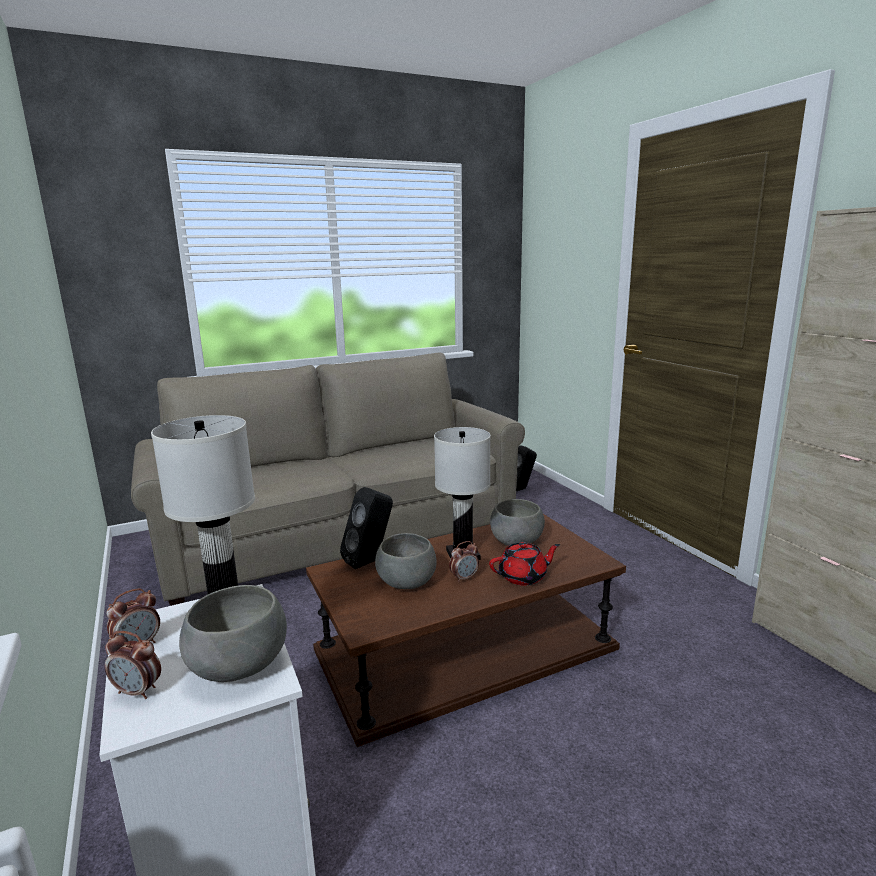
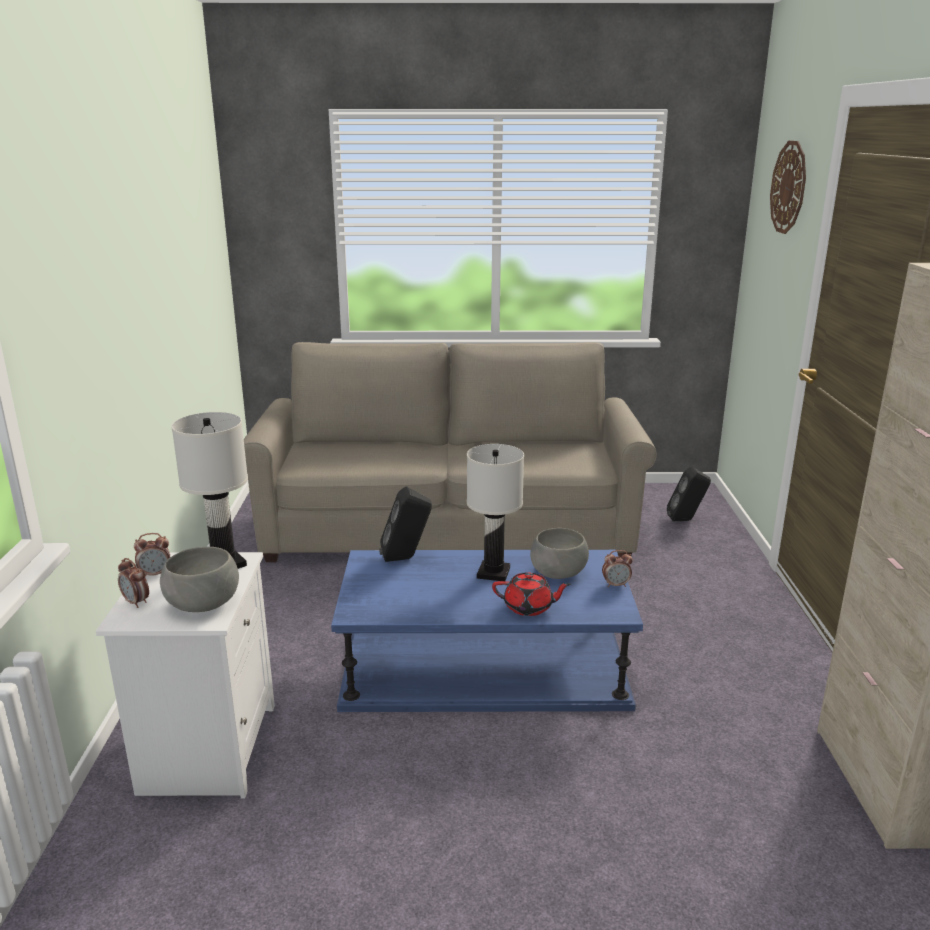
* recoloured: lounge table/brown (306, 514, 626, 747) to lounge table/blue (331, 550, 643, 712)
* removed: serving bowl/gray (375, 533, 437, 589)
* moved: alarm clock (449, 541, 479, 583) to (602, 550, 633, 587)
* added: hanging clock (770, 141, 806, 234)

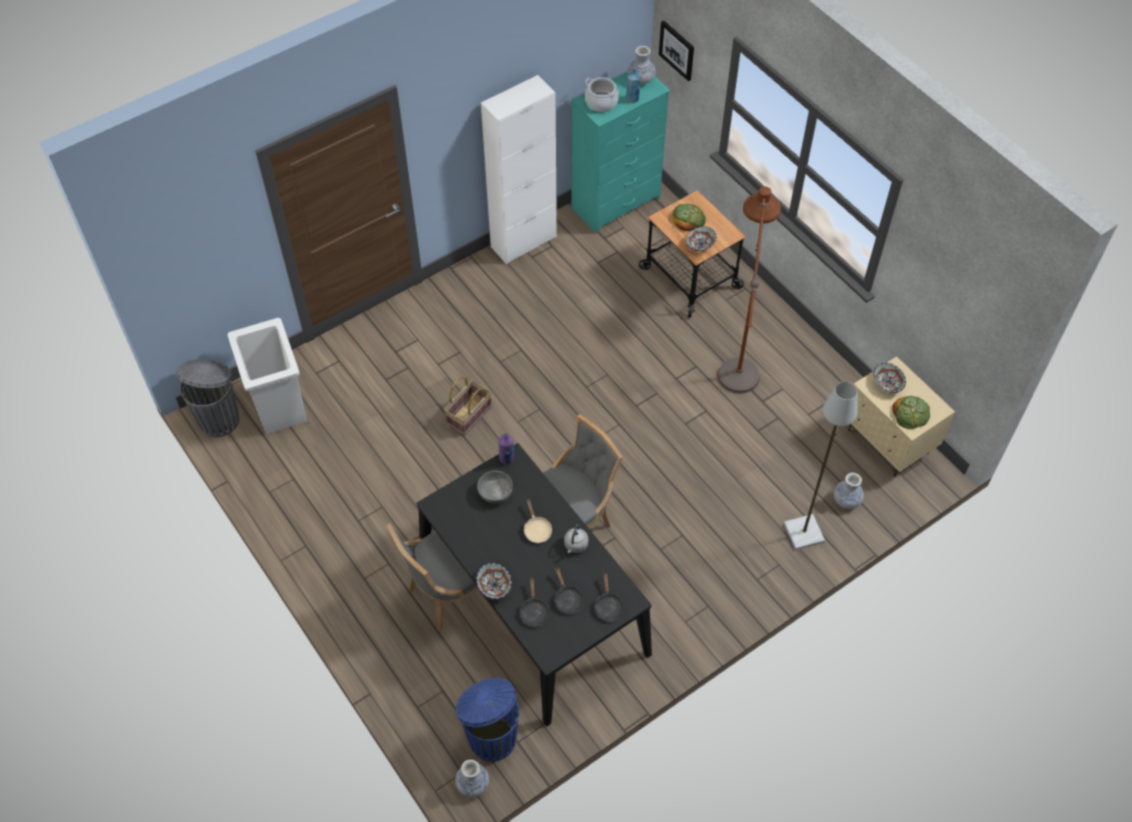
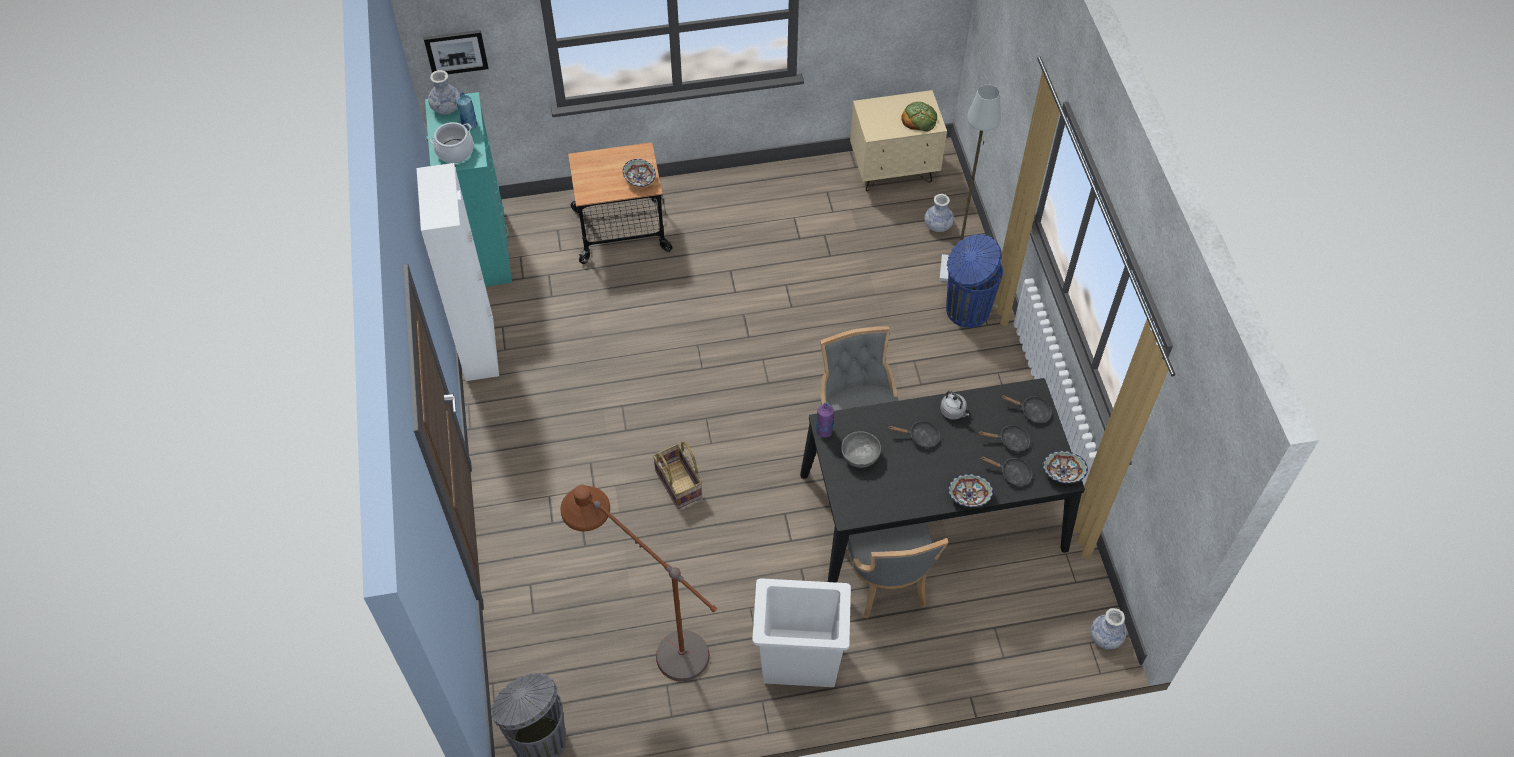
* moved: floor lamp/brown (718, 186, 781, 394) to (561, 485, 717, 681)
* removed: baked bread (673, 204, 706, 231)
* moved: trash can/white (228, 318, 307, 434) to (752, 578, 851, 687)
* moved: serving bowl (874, 363, 906, 393) to (1042, 451, 1088, 483)
* recoloured: skillet/sand-coloured (524, 499, 552, 543) to skillet/black (888, 421, 940, 448)
* moved: trash can/blue (456, 678, 519, 762) to (946, 234, 1003, 328)

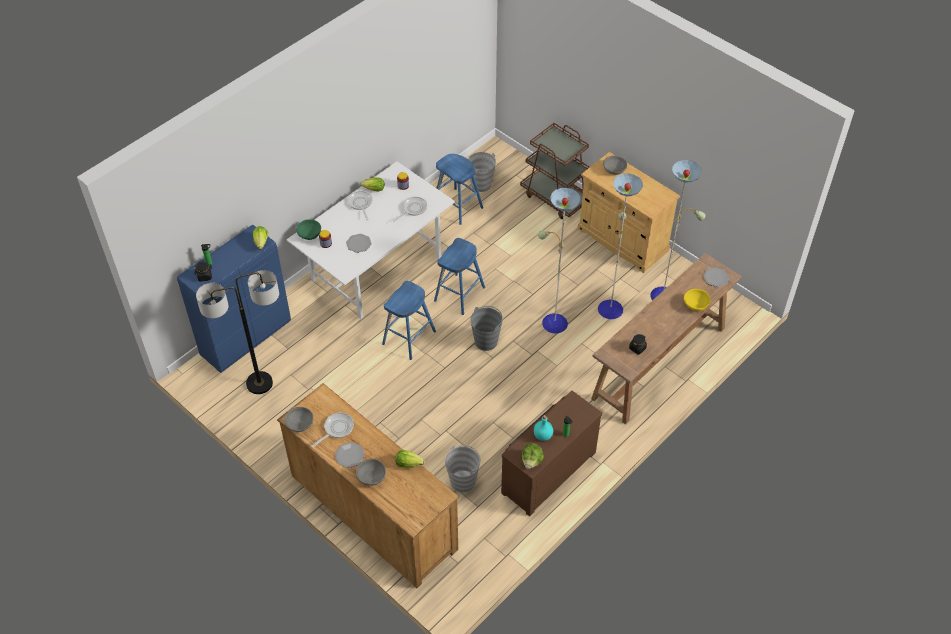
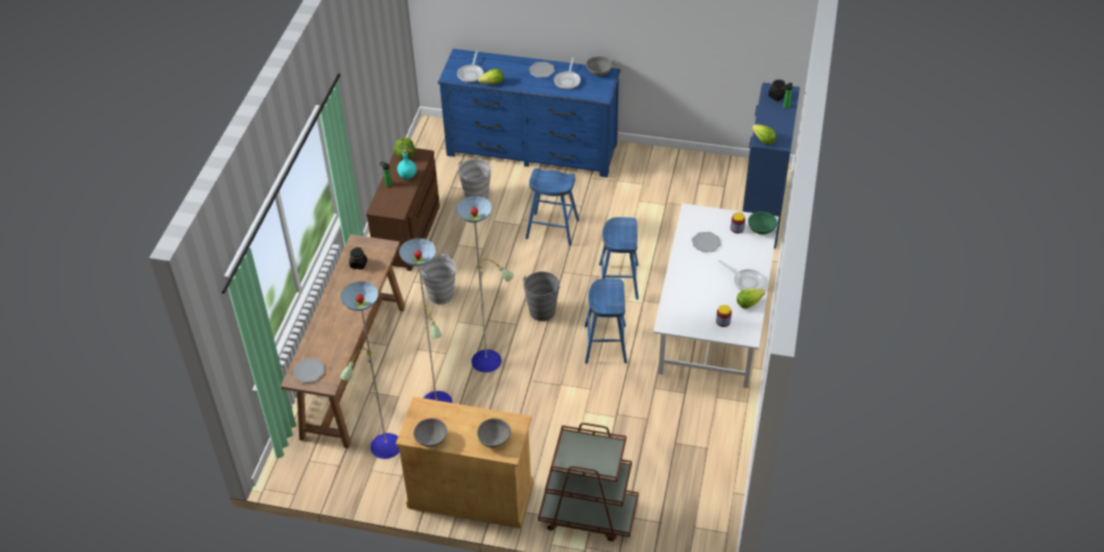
* moved: water bucket/gray (468, 152, 496, 192) to (420, 253, 456, 305)
* moved: stool/blue (436, 154, 483, 225) to (525, 168, 579, 246)
* moved: skillet (393, 197, 427, 222) to (457, 51, 484, 82)
* removed: floor lamp (196, 270, 279, 394)
* removed: serving bowl/yellow-coloured (684, 289, 711, 311)
* recoloured: drawer chest/brown (277, 383, 459, 588) to drawer chest/blue (438, 49, 621, 178)
* moved: serving bowl/gray (356, 458, 386, 486) to (413, 418, 447, 447)

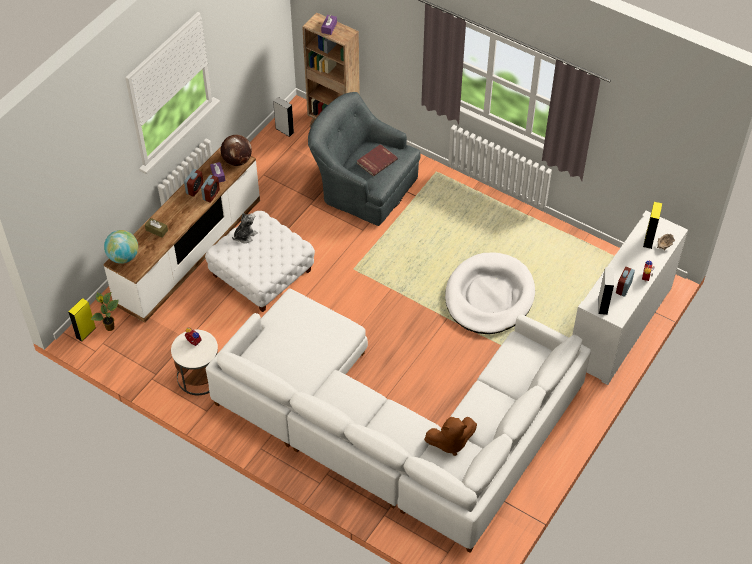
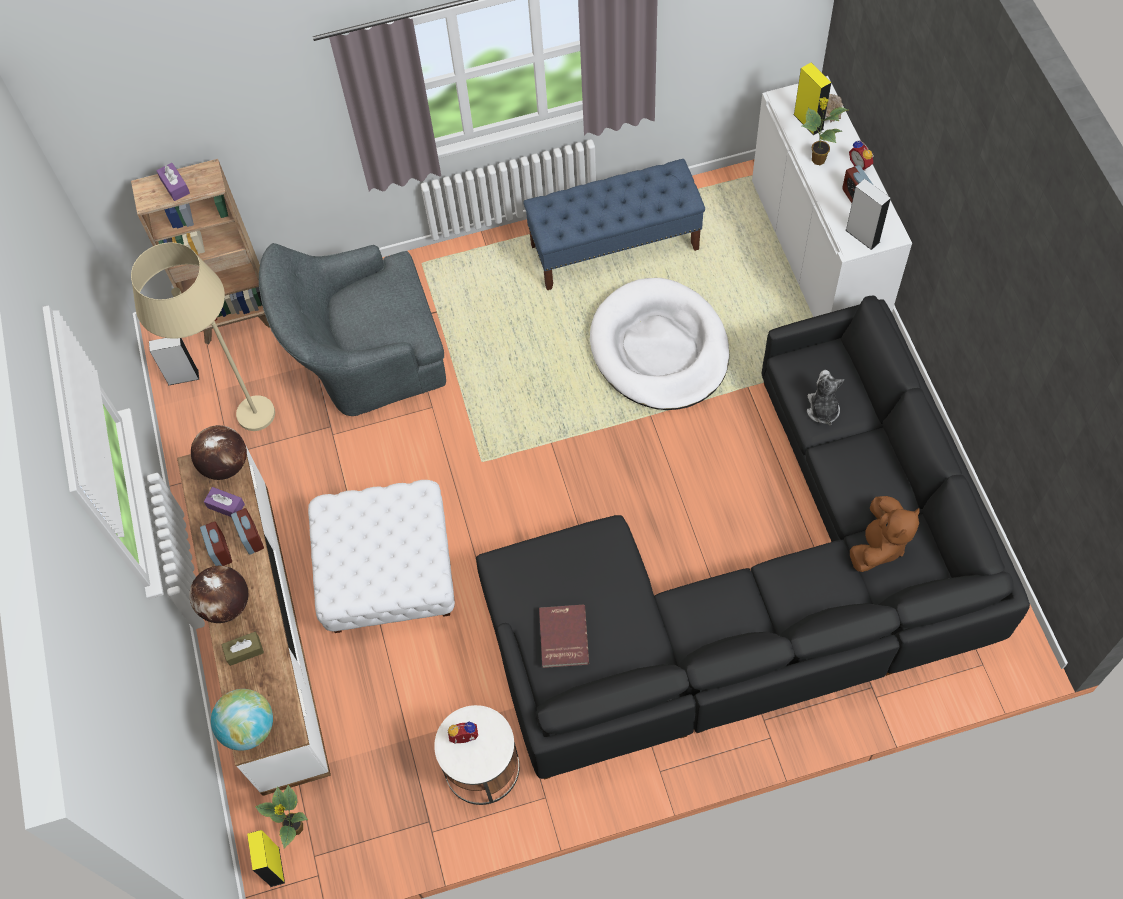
* moved: volume/red-coloured (357, 144, 398, 176) to (539, 605, 589, 668)
* moved: plush toy (232, 212, 258, 243) to (807, 370, 844, 426)
* recoloured: couch/white (205, 289, 591, 553) to couch/black (476, 296, 1030, 780)
* added: houseplant (802, 97, 848, 165)
* added: indoor bench/blue (523, 159, 705, 290)
* added: floor lamp/sand-coloured (131, 242, 275, 431)
* added: world globe (189, 566, 248, 623)

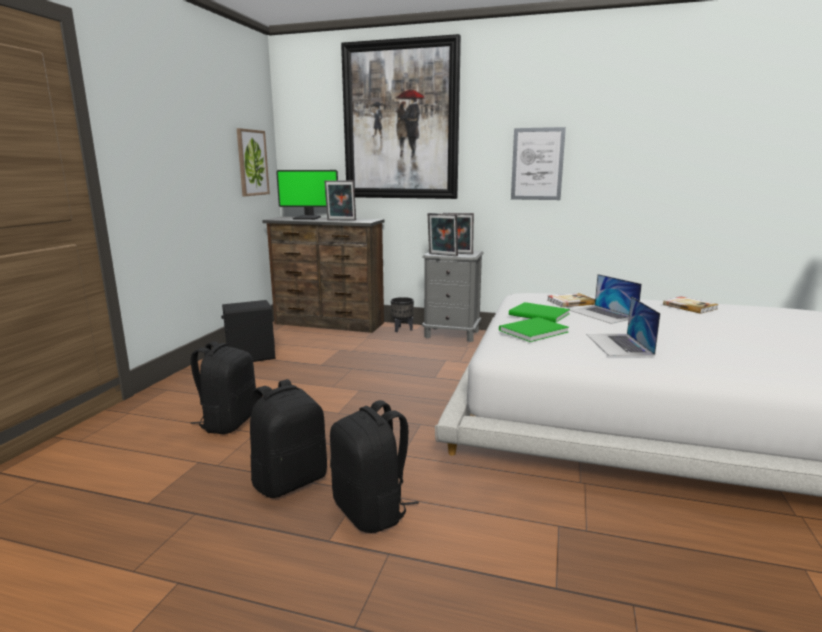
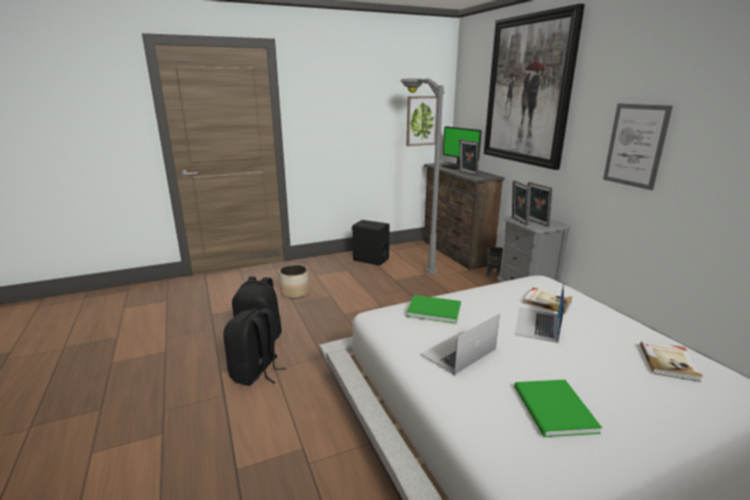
* moved: volume/green (509, 302, 570, 323) to (514, 380, 602, 437)
* replaced: backpack/black (190, 341, 256, 434) to planter (279, 265, 309, 299)
* added: floor lamp/gray (400, 78, 445, 274)

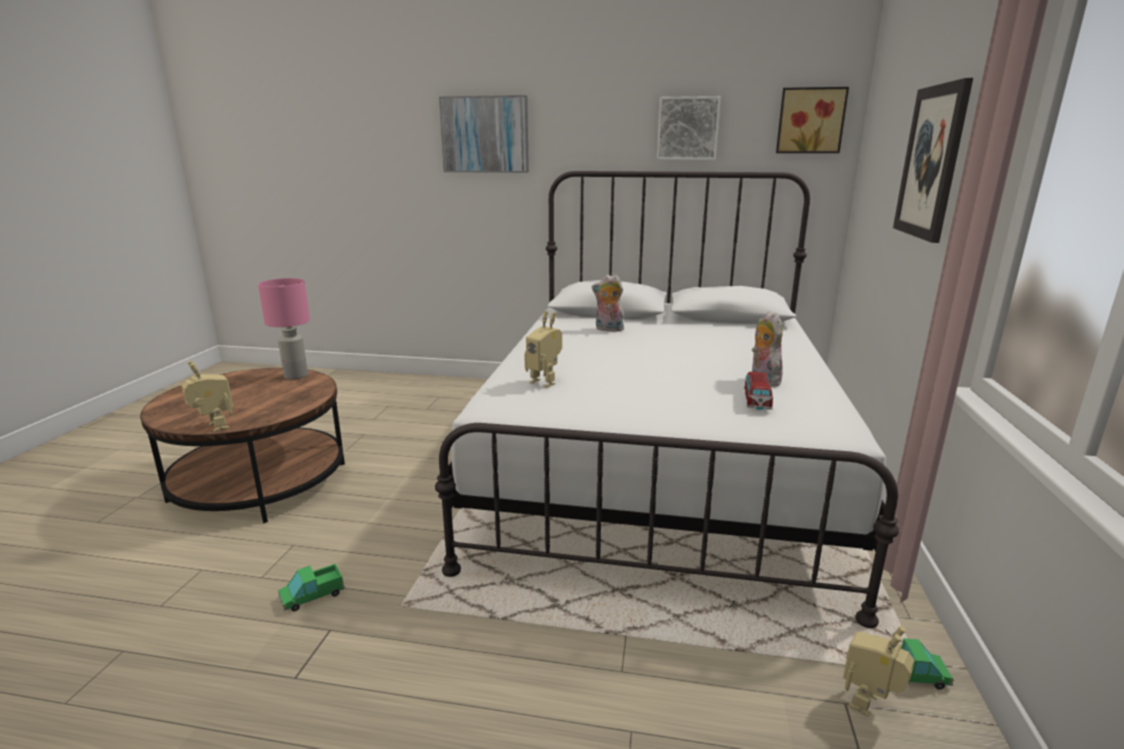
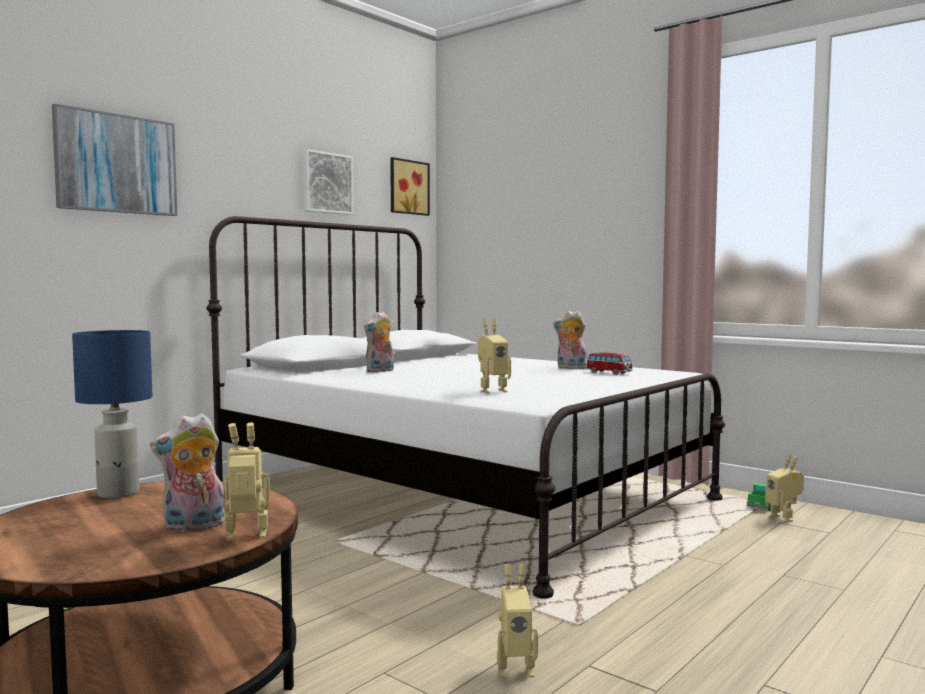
* removed: wall picture (893, 78, 973, 243)
* recoloured: tabletop lamp/pinkish (258, 278, 310, 379) to tabletop lamp/blue (72, 330, 153, 498)
* replaced: toy truck (278, 563, 345, 612) to toy robot (497, 564, 538, 678)
* added: plush toy (150, 413, 225, 533)

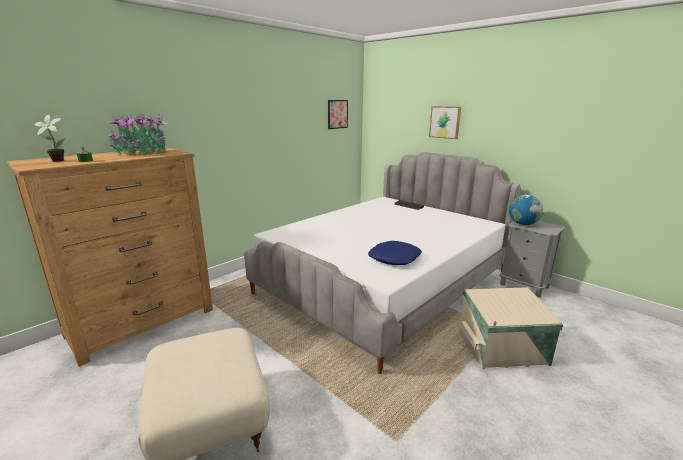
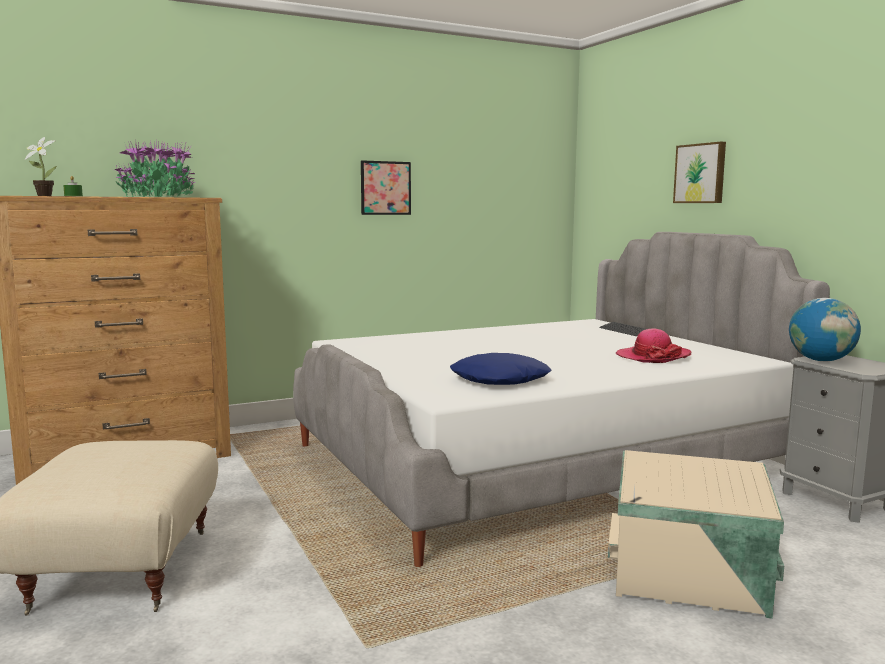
* moved: wall picture (328, 100, 348, 129) to (361, 160, 411, 215)
* added: hat (616, 328, 691, 363)

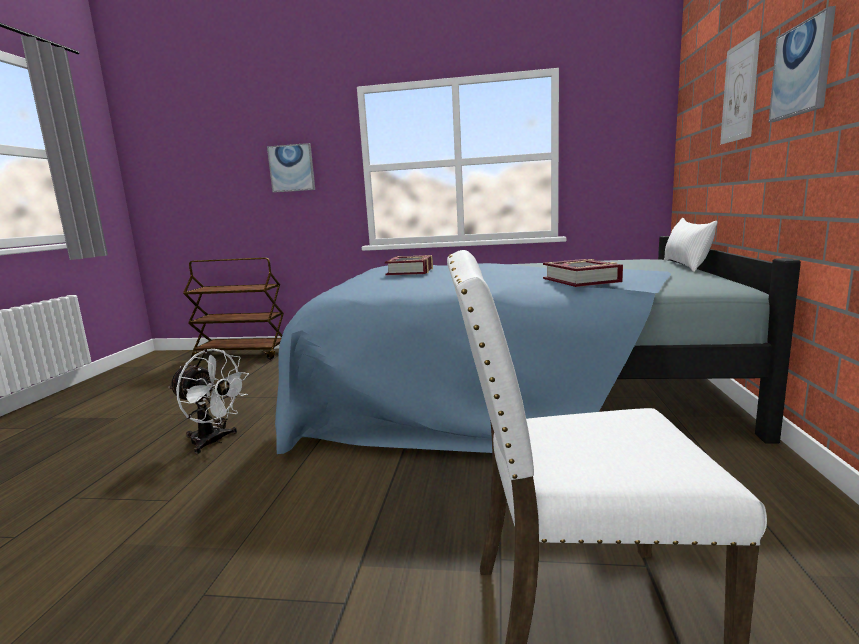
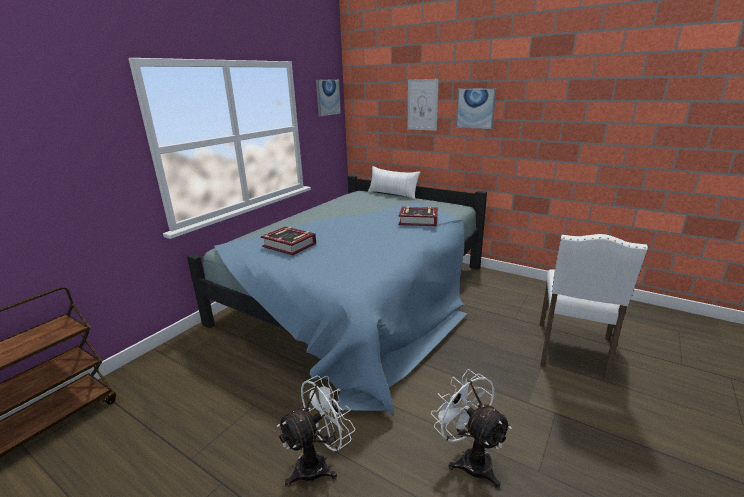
* moved: wall picture (267, 143, 315, 193) to (316, 79, 341, 116)
* added: cooling fan/white (431, 369, 512, 488)

